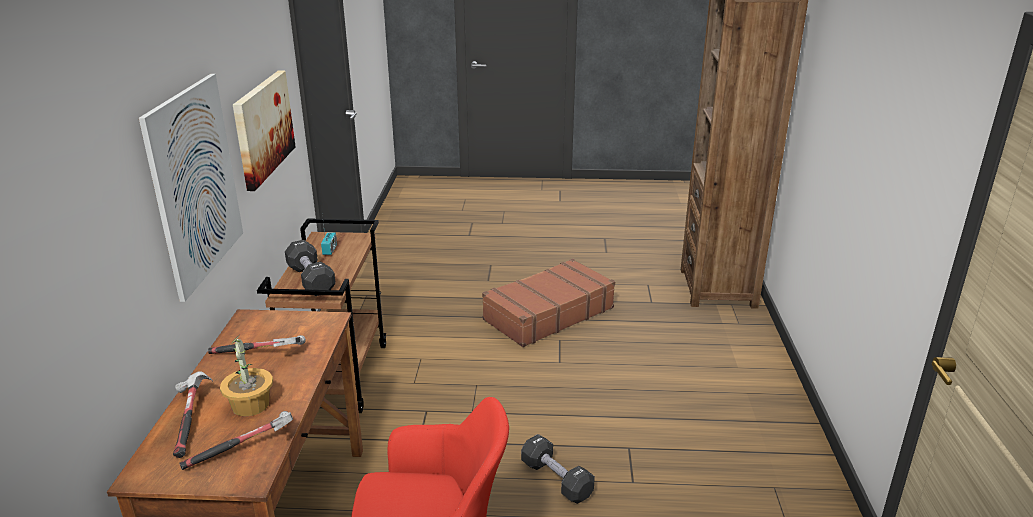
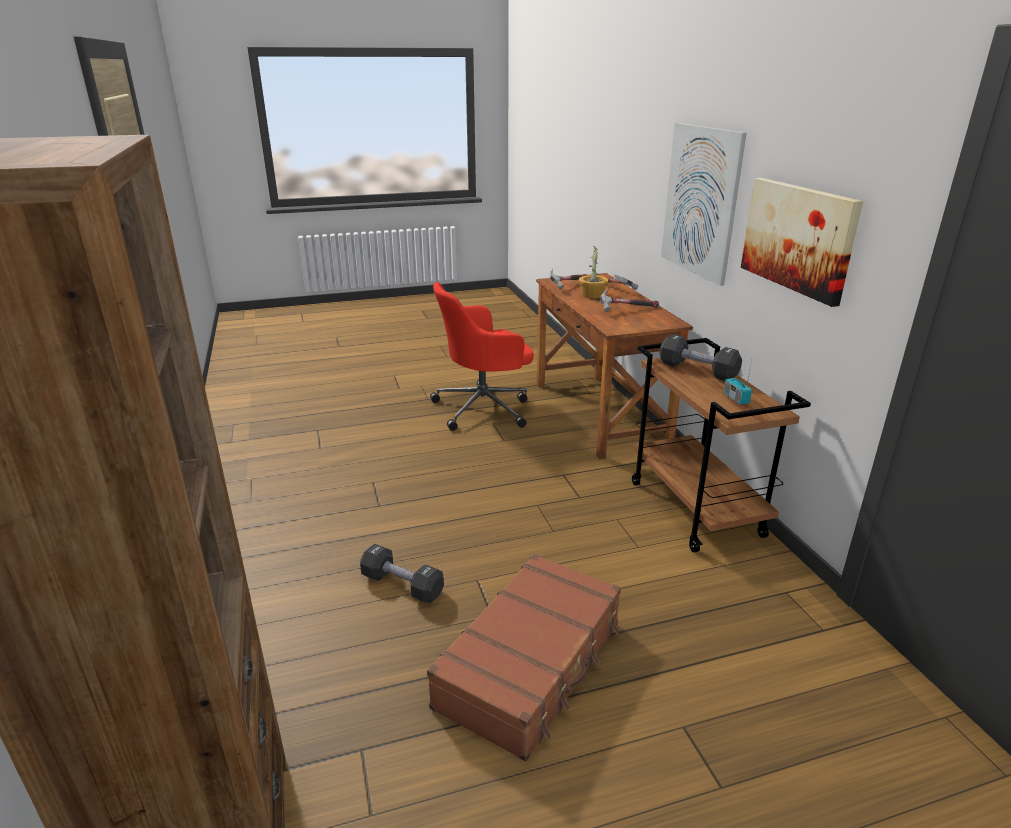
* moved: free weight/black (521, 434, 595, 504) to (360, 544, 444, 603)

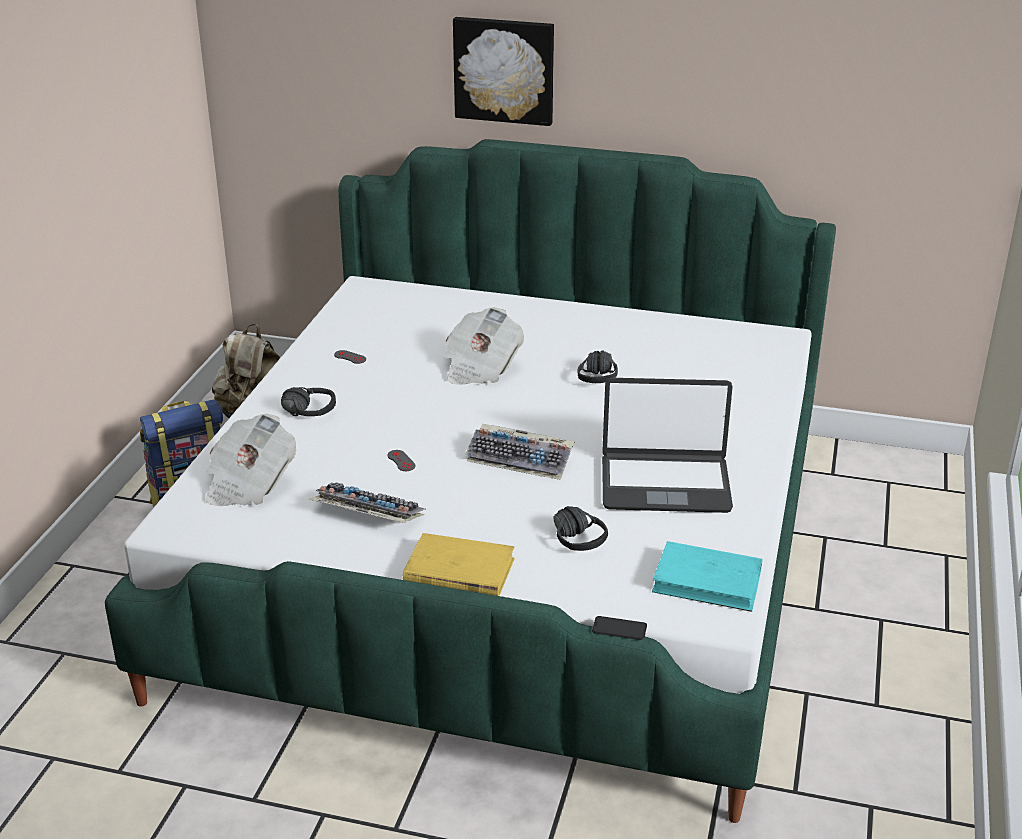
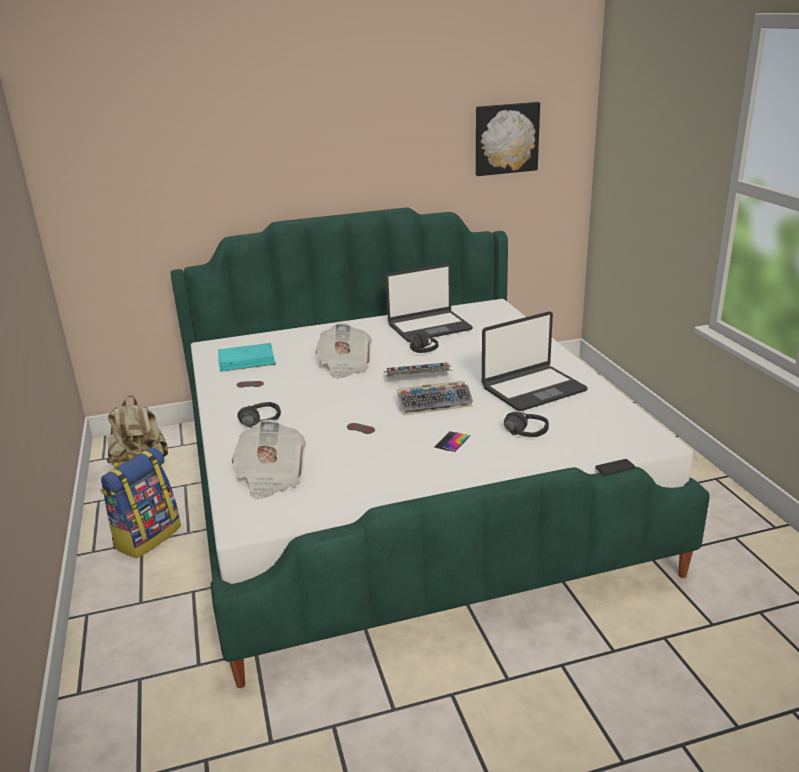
* moved: wall picture (453, 17, 554, 126) to (476, 102, 540, 176)
* moved: PC keyboard (310, 482, 426, 523) to (383, 362, 453, 377)
* removed: volume/yellow-coloured (403, 533, 515, 596)
* moved: volume/blue-green (652, 541, 762, 612) to (218, 343, 276, 372)
* added: notebook computer (386, 264, 473, 342)
* added: handset (435, 431, 470, 452)

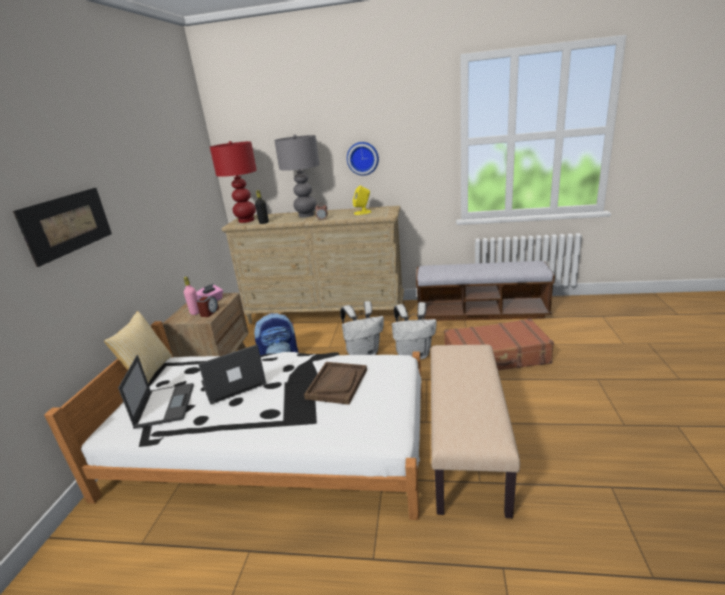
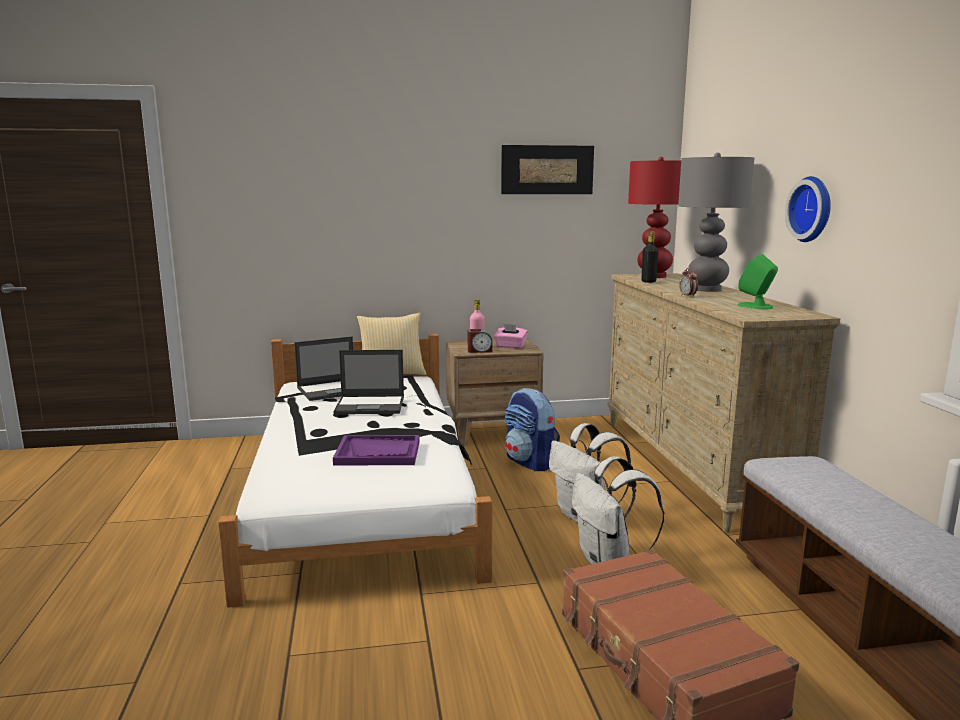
* recoloured: speaker/yellow-coloured (353, 185, 371, 215) to speaker/green (737, 254, 778, 310)
* moved: wall picture (13, 188, 112, 267) to (501, 145, 594, 194)
* turned: notebook computer (199, 344, 266, 404) = (333, 350, 404, 414) 135 degrees clockwise
* removed: indoor bench/sand-coloured (431, 345, 520, 518)
* recoloured: serving tray/brown (304, 362, 367, 405) to serving tray/purple (333, 435, 420, 465)

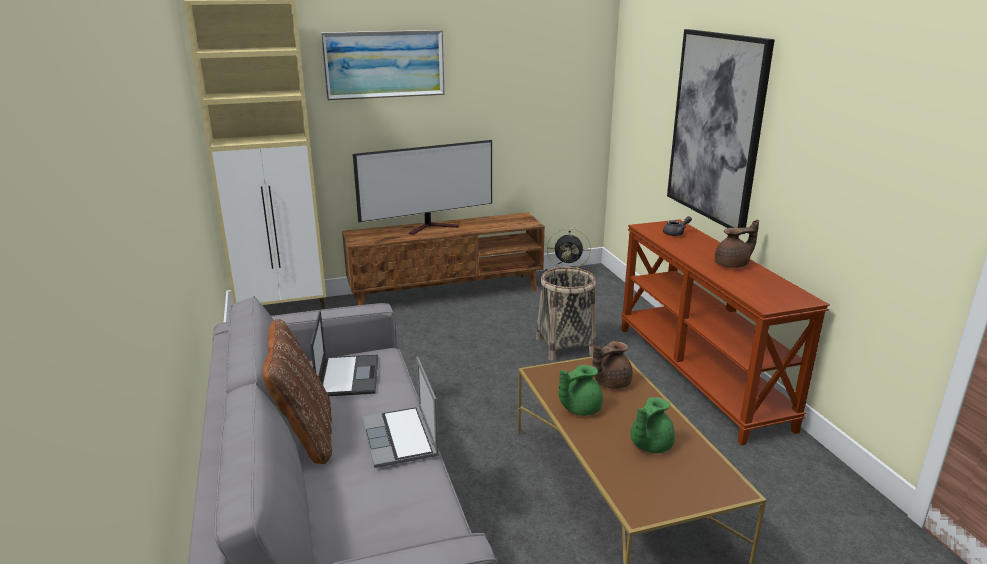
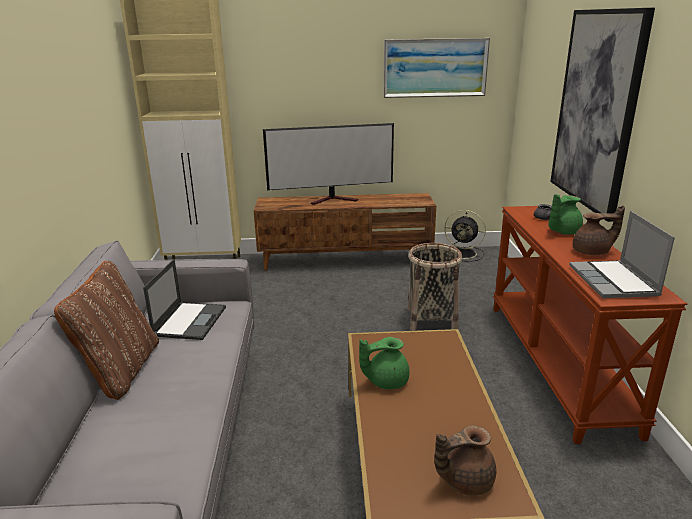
* moved: wall picture (321, 30, 445, 100) to (383, 38, 490, 98)
* moved: pot for tea/brown (592, 341, 633, 389) to (434, 425, 496, 495)
* moved: notebook computer (362, 357, 439, 468) to (569, 211, 675, 298)
* moved: pot for tea/green (630, 397, 675, 453) to (548, 194, 583, 235)

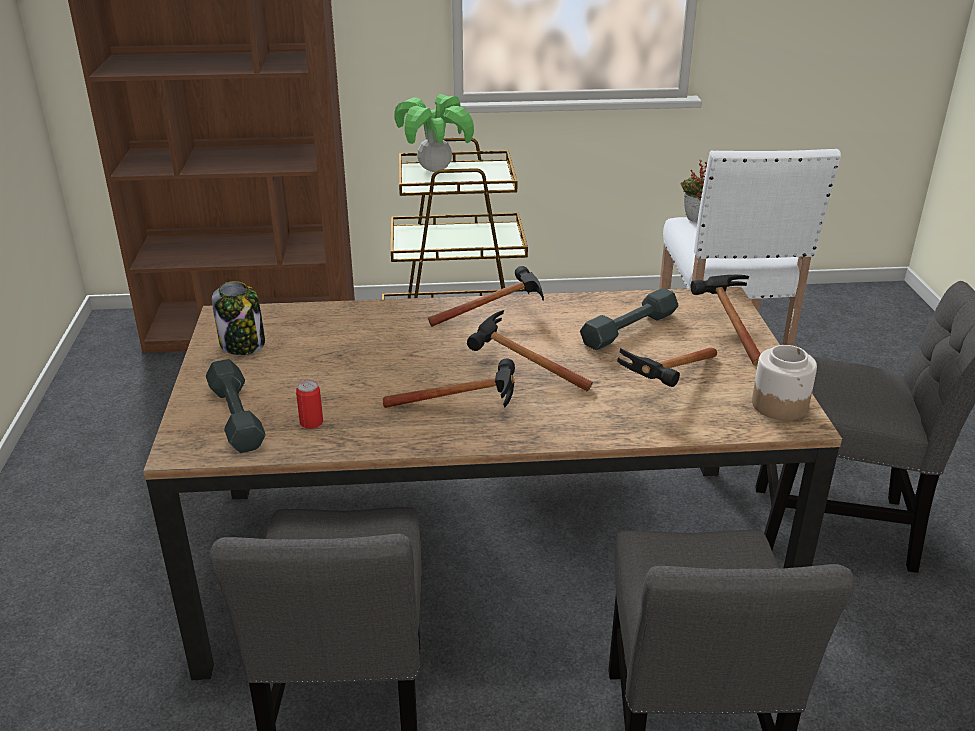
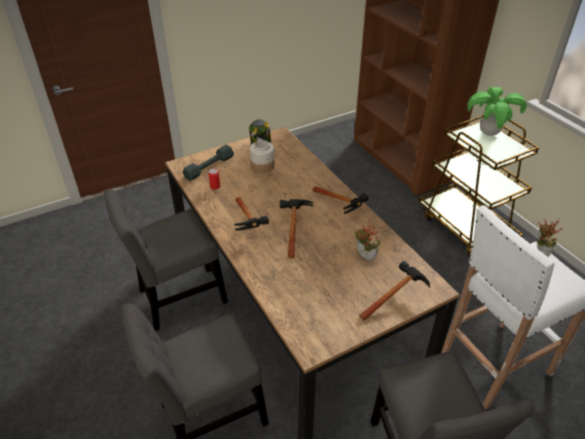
* replaced: free weight/gray (580, 288, 679, 350) to houseplant (355, 219, 380, 260)
* moved: jar (752, 345, 817, 420) to (250, 140, 275, 173)
* removed: hammer (617, 348, 717, 387)

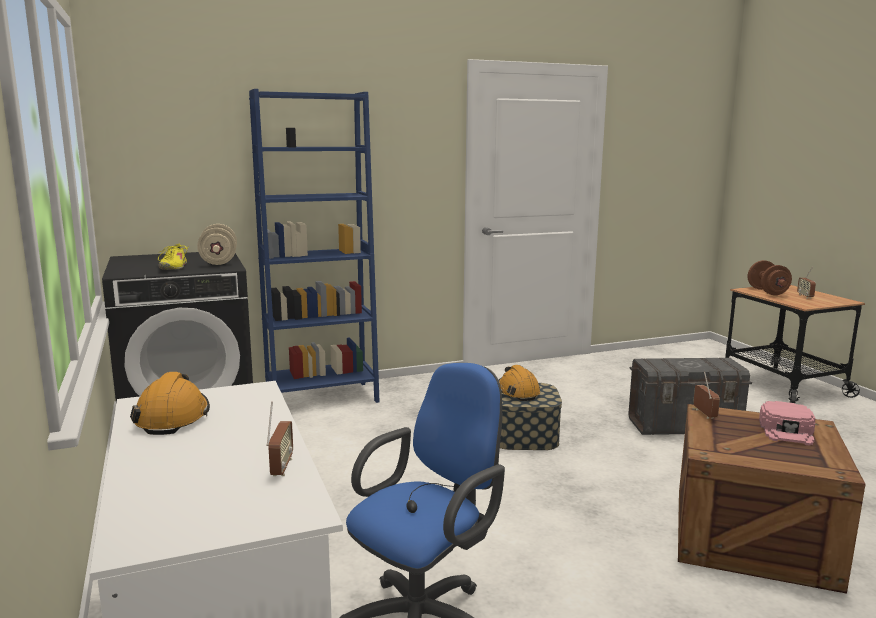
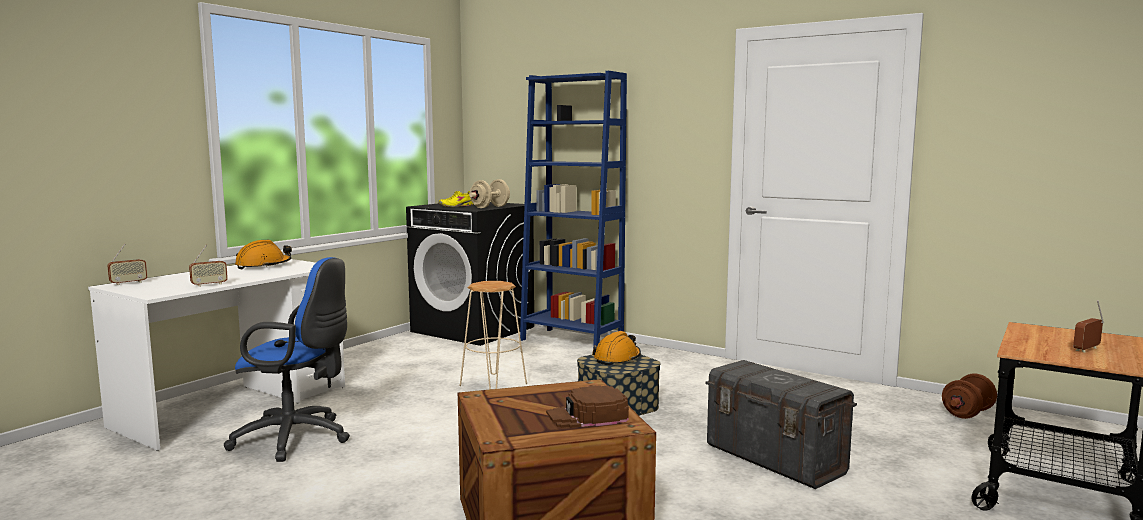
* moved: free weight/brown (748, 260, 792, 295) to (942, 373, 997, 419)
* moved: radio set (693, 372, 720, 419) to (107, 244, 147, 285)
* recoloured: baseball cap/pinkish (759, 401, 816, 446) to baseball cap/brown (546, 385, 629, 428)
* added: stool/sand-coloured (460, 281, 527, 390)

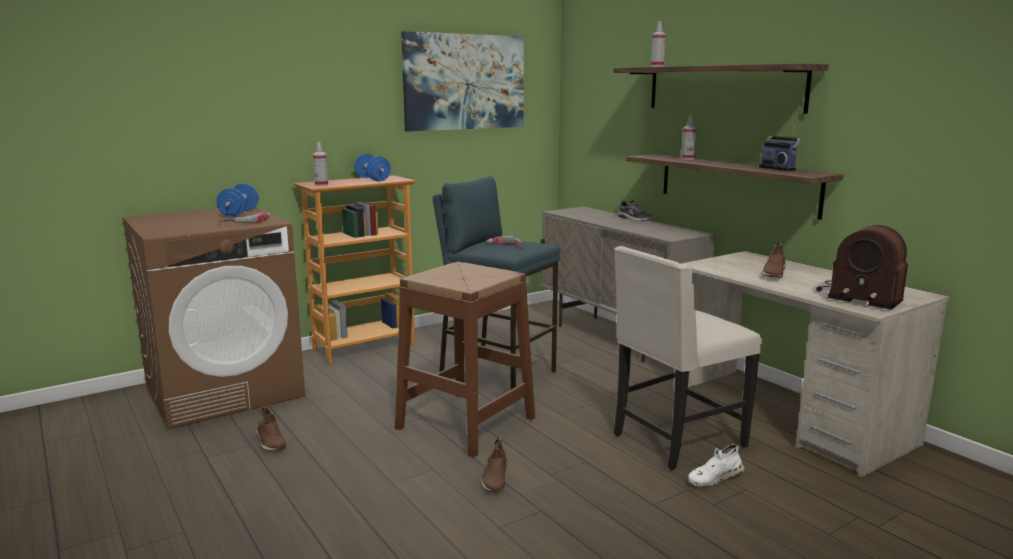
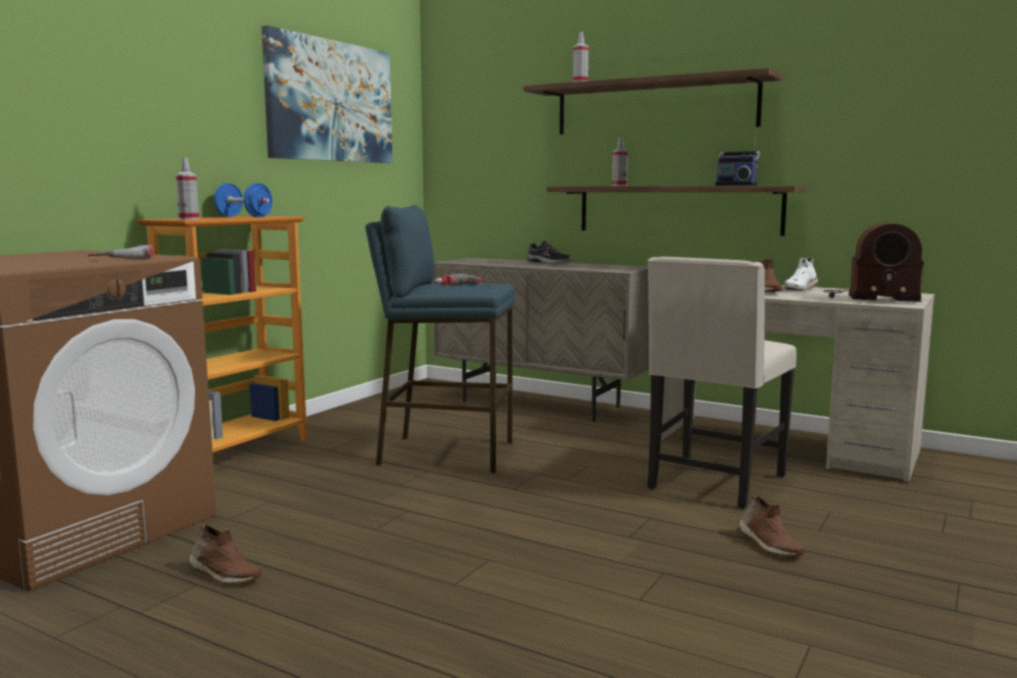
* removed: free weight/blue (216, 183, 259, 217)
* removed: stool/brown (395, 262, 535, 458)
* moved: shoe/brown (481, 438, 508, 493) to (739, 495, 804, 556)
* moved: shoe/white (688, 444, 745, 486) to (783, 257, 818, 290)

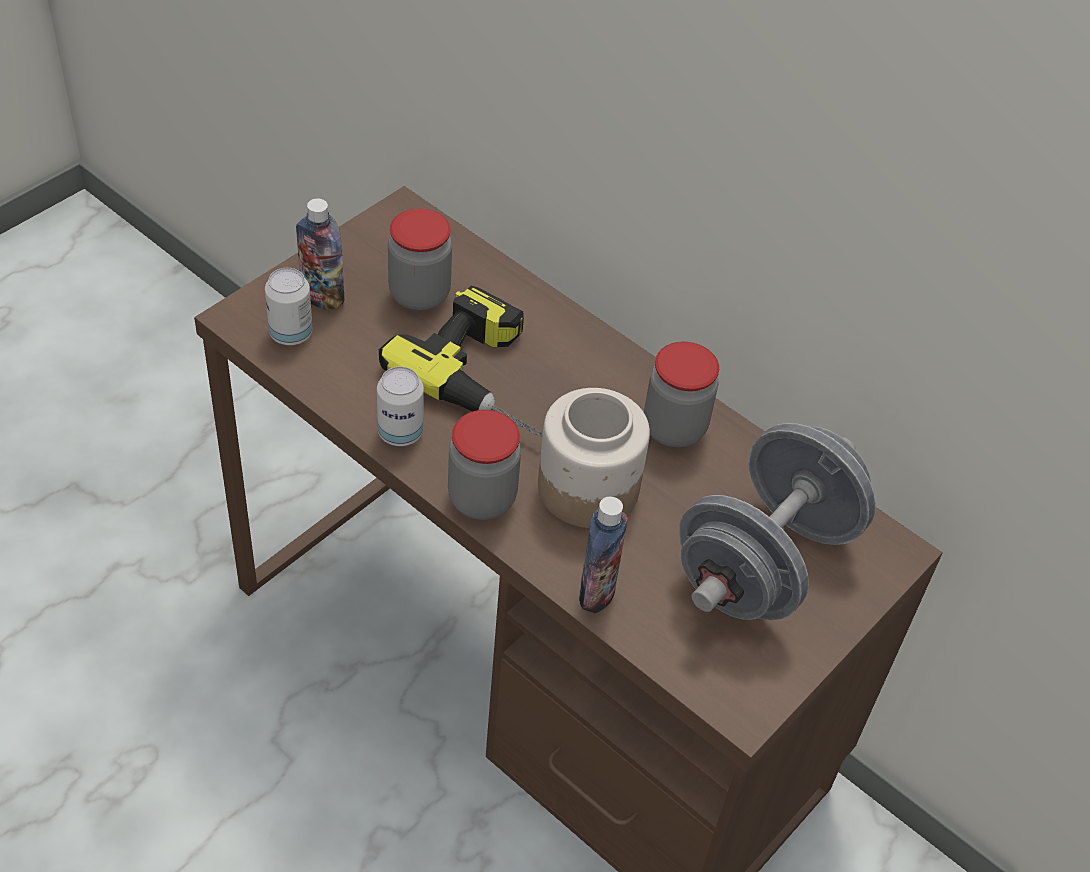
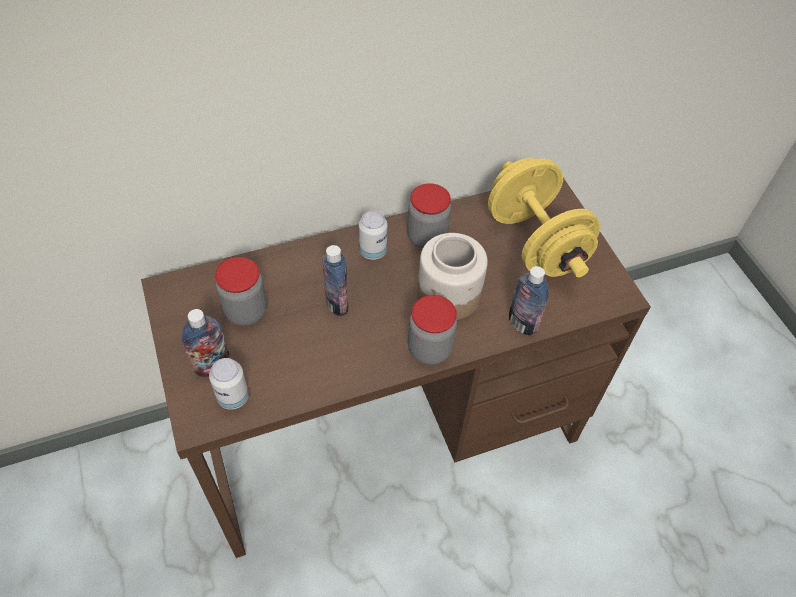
* replaced: drill (379, 286, 543, 437) to beverage bottle (322, 245, 349, 316)
* moved: can (377, 366, 424, 446) to (359, 211, 388, 260)
* recoloured: free weight/gray (679, 423, 876, 620) to free weight/yellow-coloured (488, 158, 601, 277)

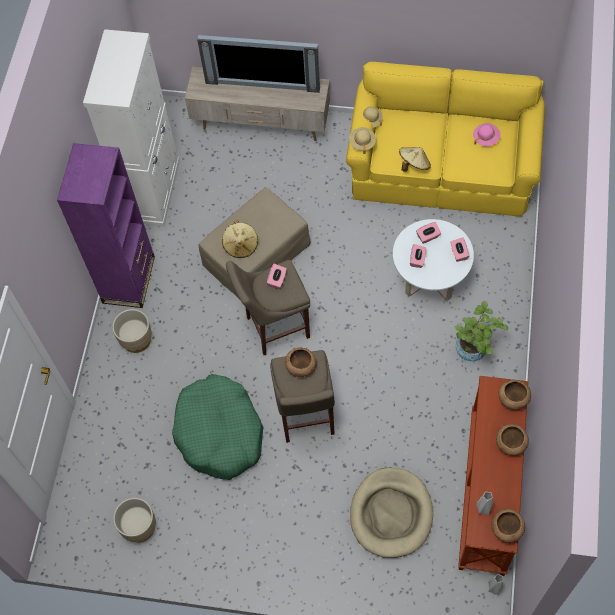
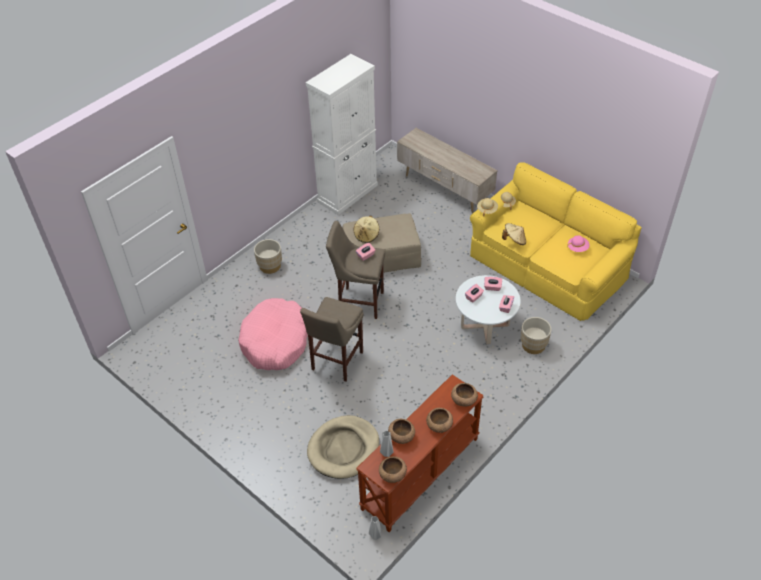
* removed: television (197, 35, 320, 93)
* removed: bookcase/purple (57, 143, 155, 308)
* removed: houseplant (455, 301, 508, 363)
* moved: serving bowl/brown (285, 348, 316, 377) to (388, 419, 415, 444)
* recoloured: dog bed/green (172, 374, 263, 480) to dog bed/pinkish (238, 298, 308, 370)
* moved: planter/sand-coloured (113, 498, 156, 542) to (521, 317, 551, 354)

